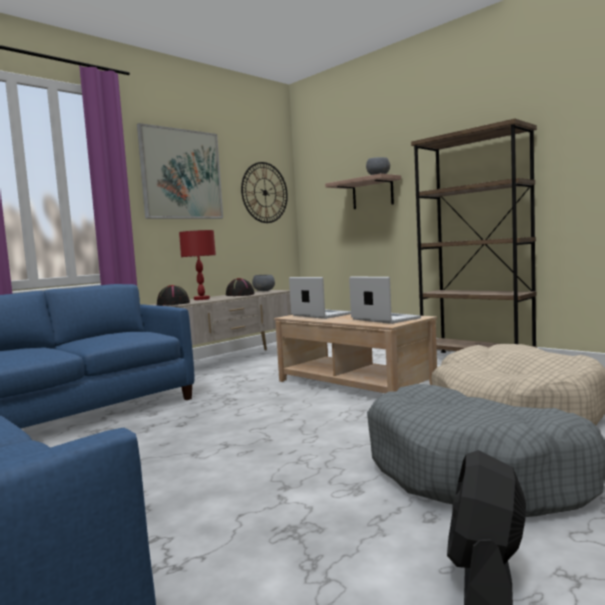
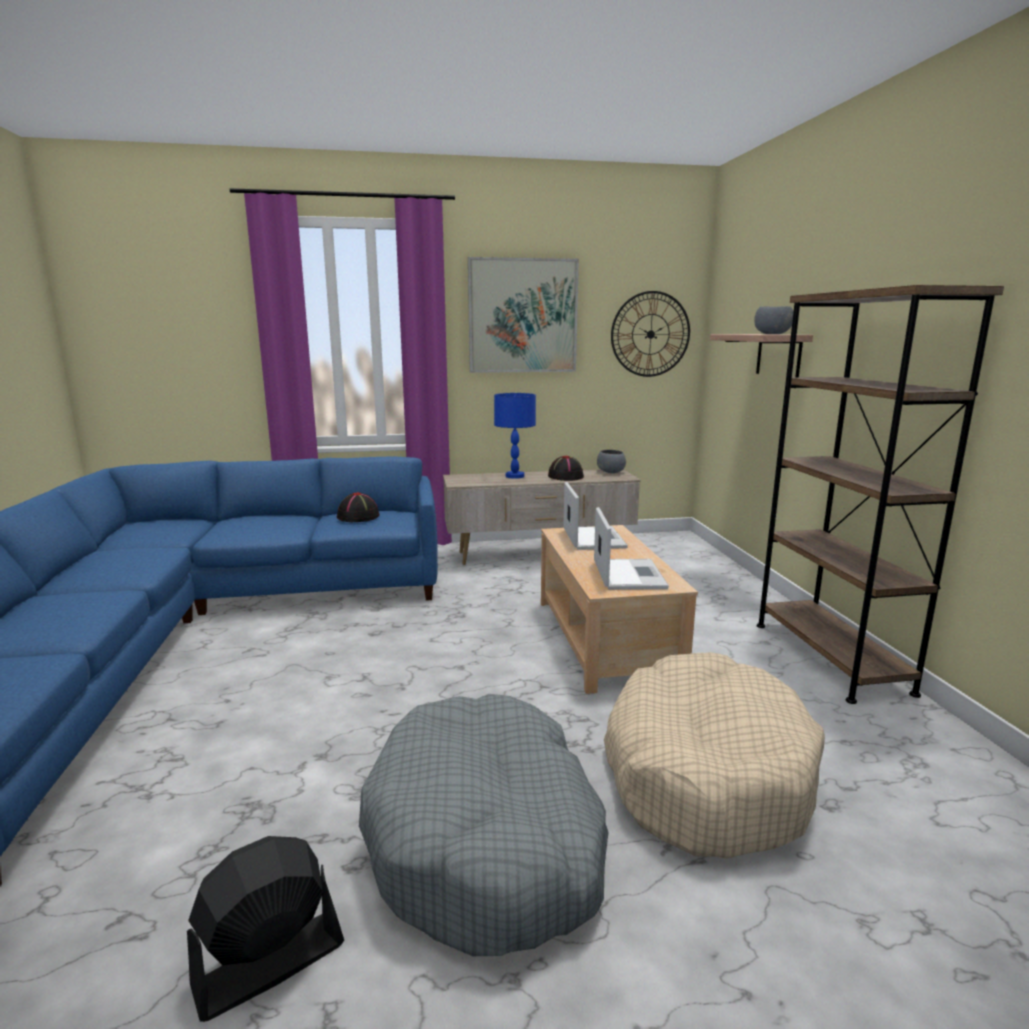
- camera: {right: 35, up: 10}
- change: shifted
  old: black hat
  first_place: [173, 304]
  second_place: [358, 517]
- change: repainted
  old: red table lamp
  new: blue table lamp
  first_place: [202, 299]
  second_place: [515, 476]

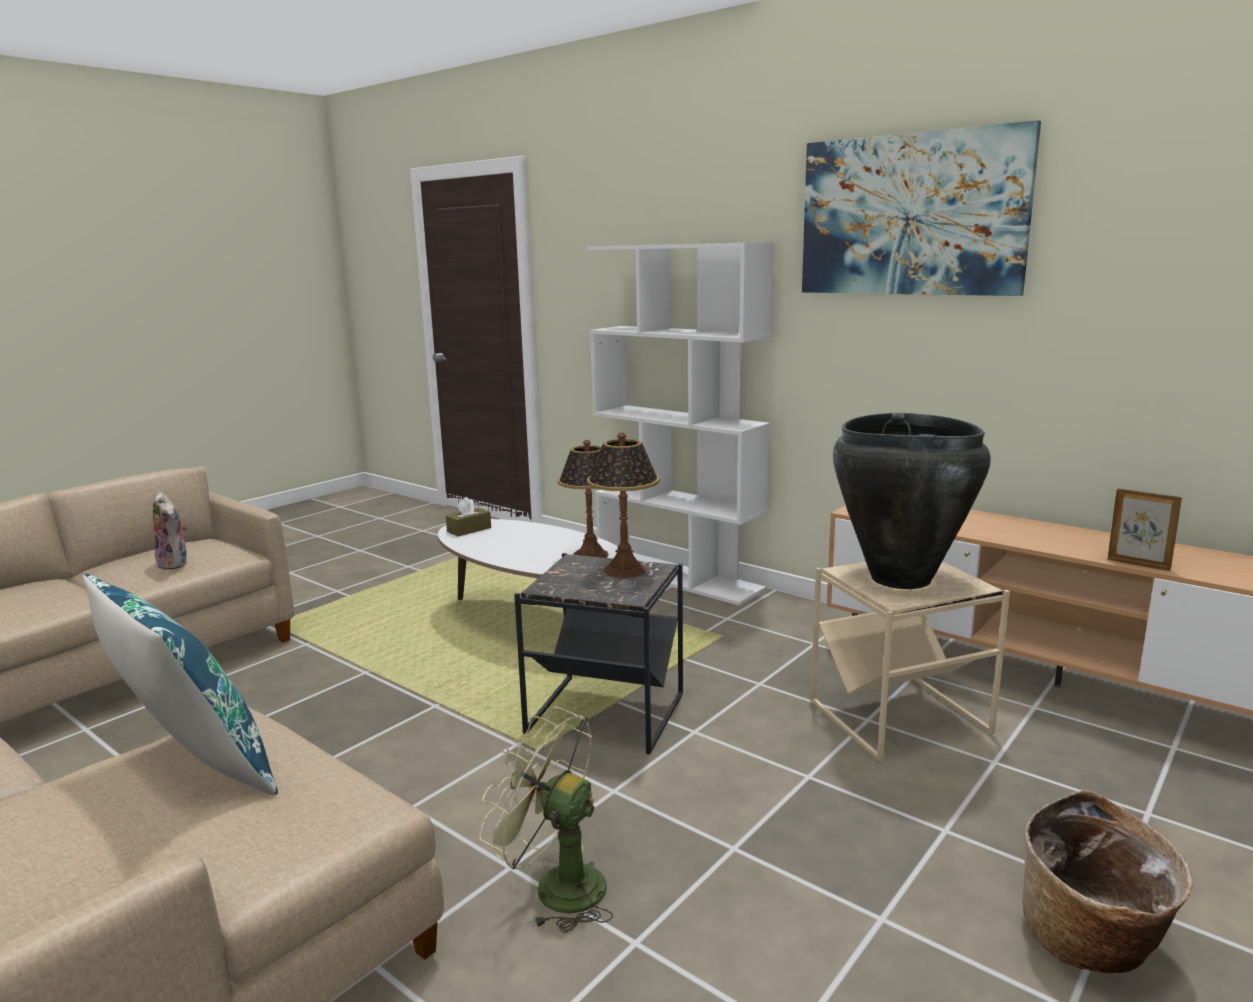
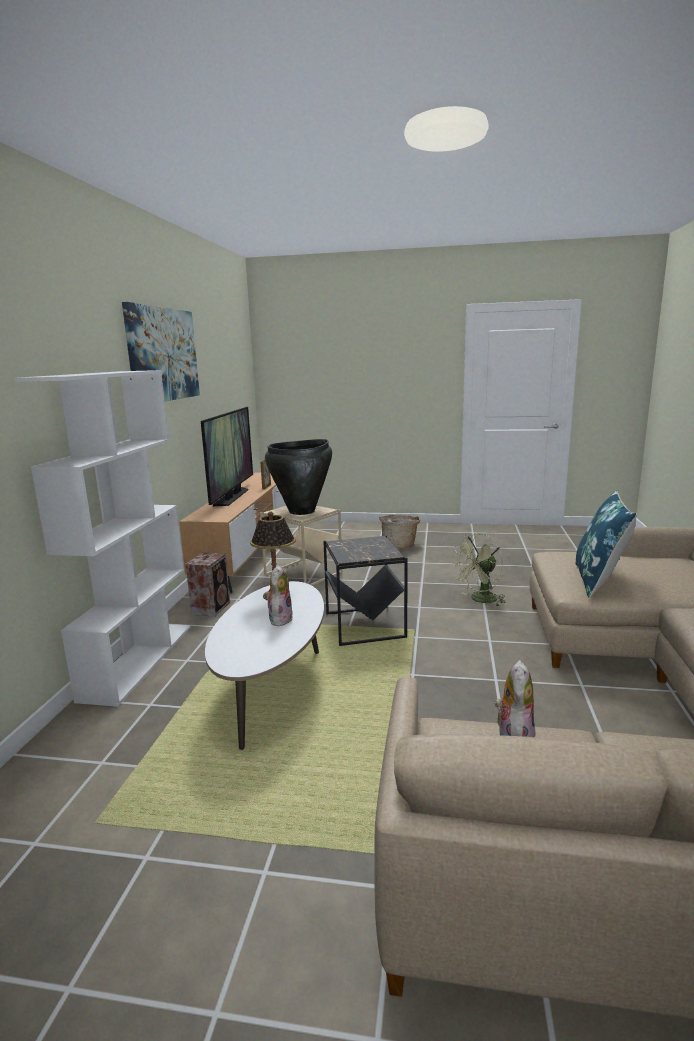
- camera: {right: -120, up: 0}
- change: new
  new: speaker
  second_place: [212, 608]
- change: new
  new: television
  second_place: [232, 497]
- change: new
  new: plush toy
  second_place: [280, 619]
- change: rotated
  old: green fan
  first_place: [555, 886]
  second_place: [480, 600]
  degrees: 60
- change: gone
  old: brown tissue box
  first_place: [469, 530]
- change: gone
  old: table lamp
  first_place: [624, 569]

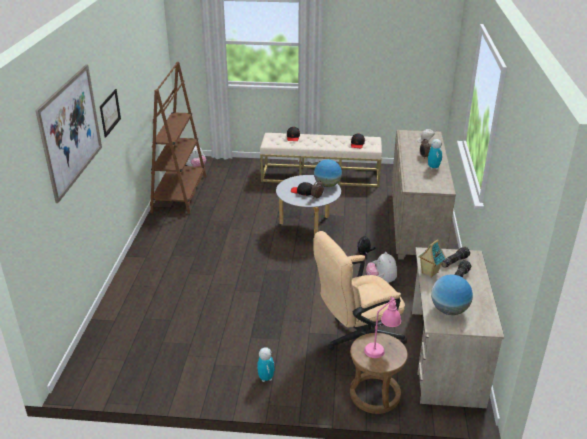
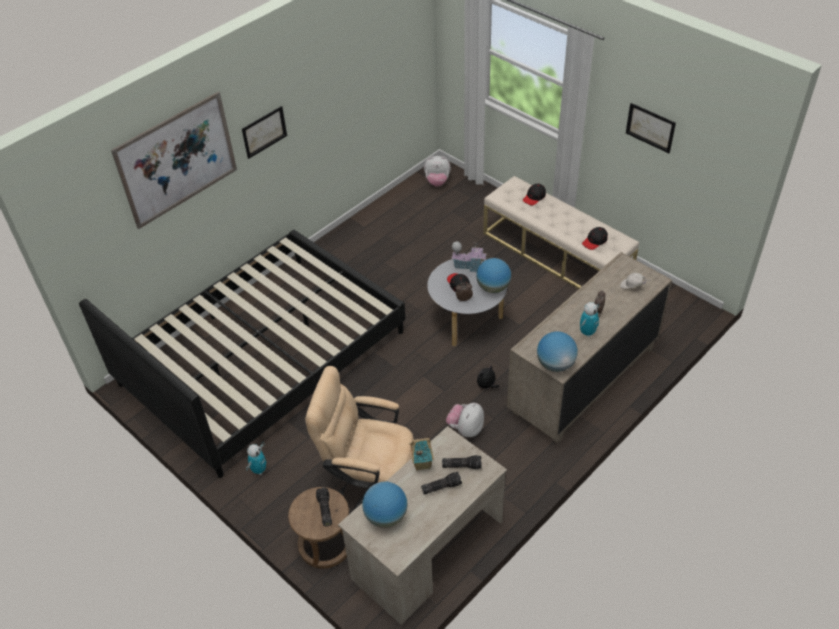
- camera: {right: 40, up: 15}
- change: new
  new: black bed
  second_place: [262, 358]
- change: swapped
  old: pink table lamp
  new: flashlight
  first_place: [381, 347]
  second_place: [324, 510]
- change: new
  new: toy house
  second_place: [469, 266]
- change: new
  new: globe
  second_place: [555, 364]
- change: new
  new: picture
  second_place: [650, 127]
- change: gone
  old: brown bookcase
  first_place: [180, 194]

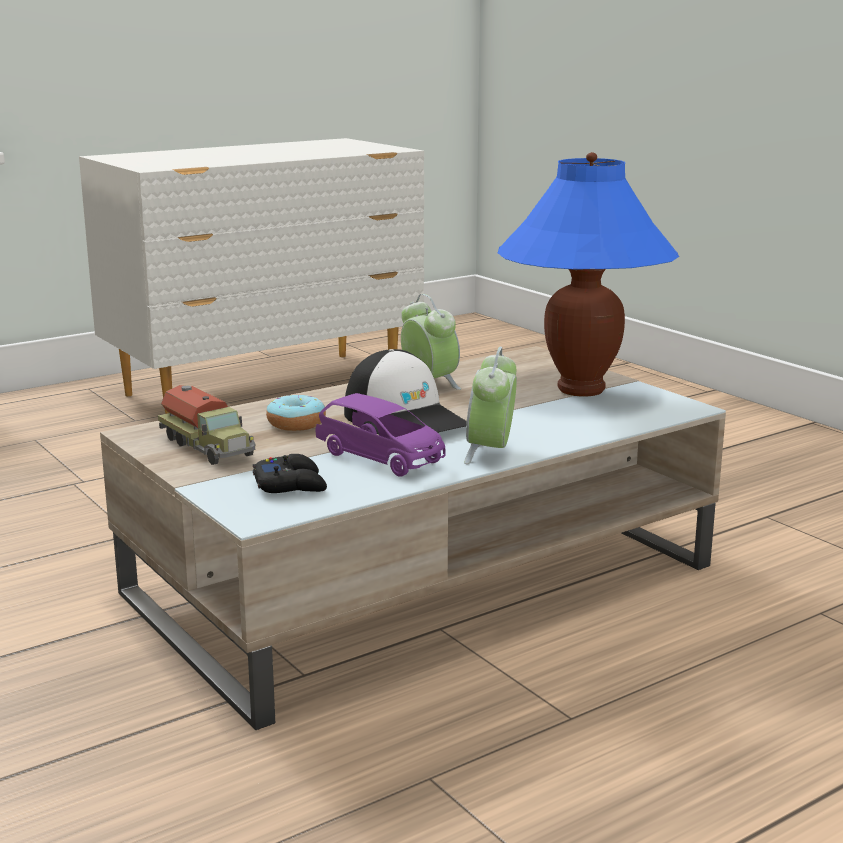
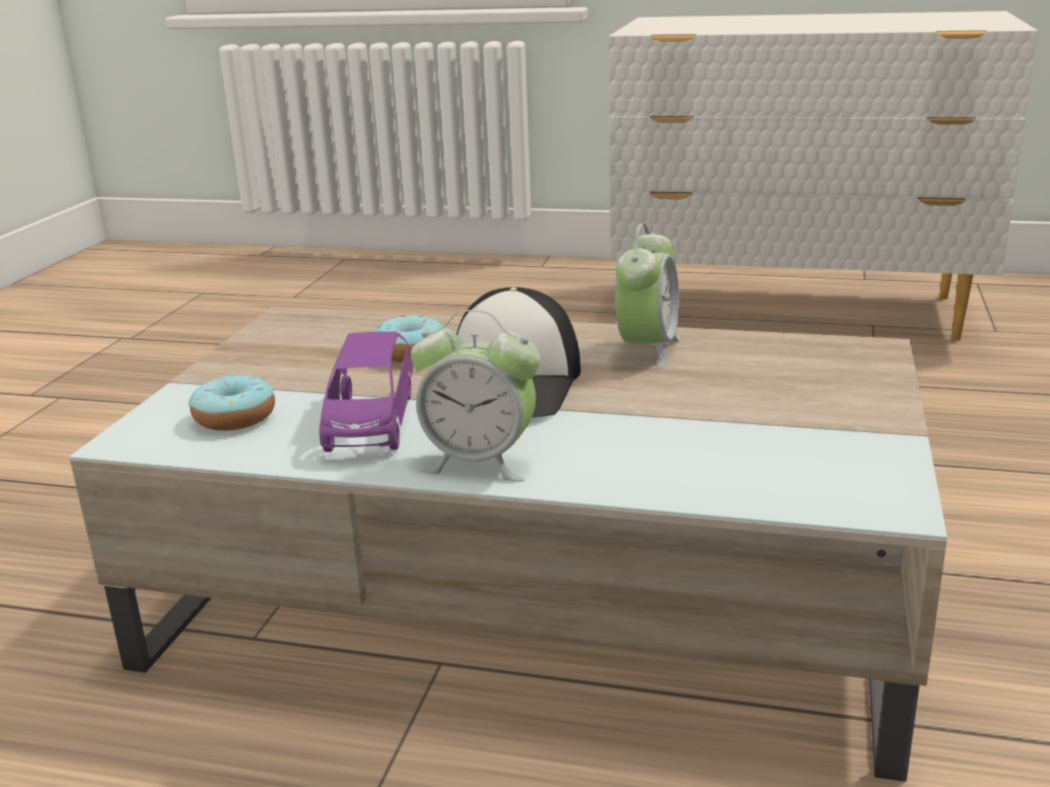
- camera: {right: 50, up: 5}
- change: swapped
  old: black game controller
  new: donut
  first_place: [290, 485]
  second_place: [235, 418]
- change: rotated
  old: alarm clock
  first_place: [490, 452]
  second_place: [480, 462]
  degrees: -135
- change: gone
  old: toy truck
  first_place: [208, 447]
- change: gone
  old: blue table lamp
  first_place: [582, 390]

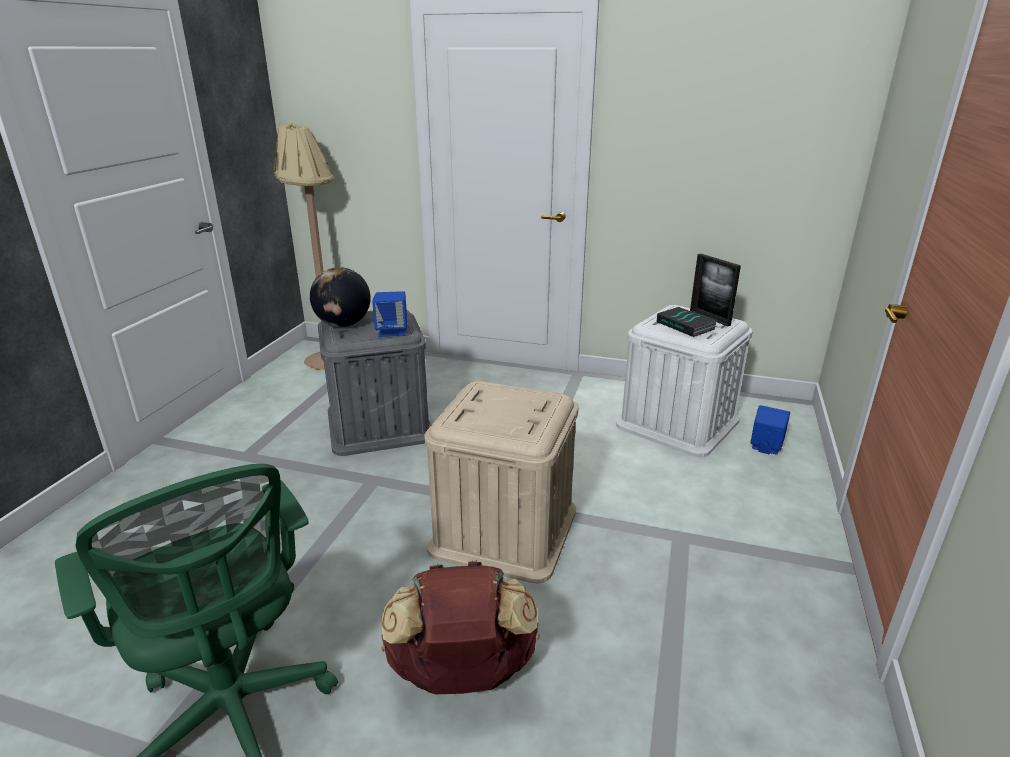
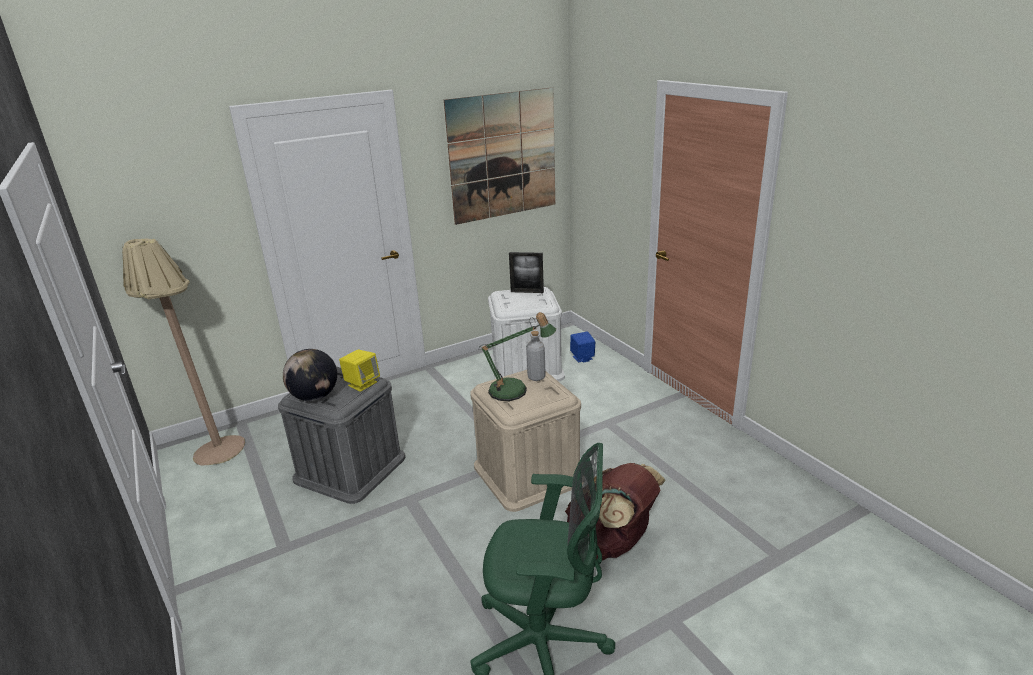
- camera: {right: -45, up: 0}
- change: repainted
  old: blue speaker
  new: yellow speaker
  first_place: [392, 331]
  second_place: [362, 384]
- change: new
  new: picture
  second_place: [503, 155]
- change: new
  new: table lamp
  second_place: [515, 391]
- change: new
  new: grey bottle
  second_place: [536, 377]
- change: gone
  old: book
  first_place: [686, 325]

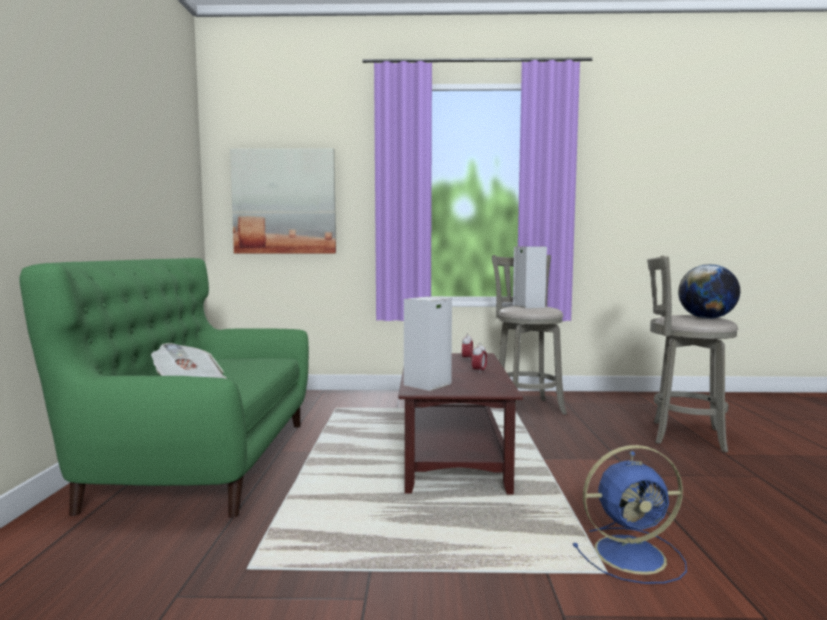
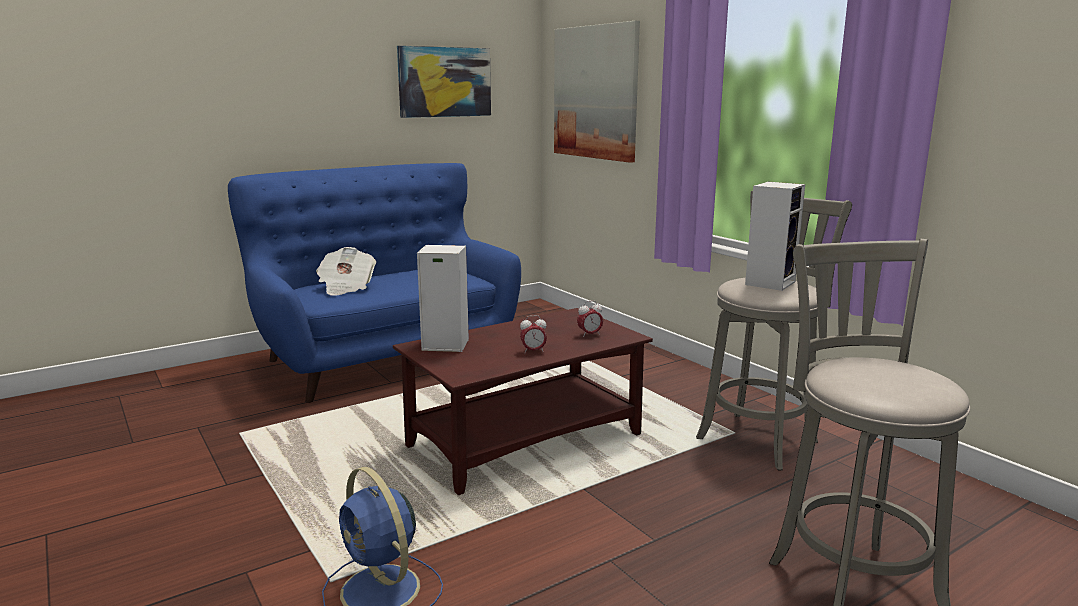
- camera: {right: 55, up: 10}
- change: repainted
  old: green sofa
  new: blue sofa
  first_place: [201, 461]
  second_place: [386, 357]
- change: new
  new: picture
  second_place: [444, 82]
- change: gone
  old: globe
  first_place: [706, 318]

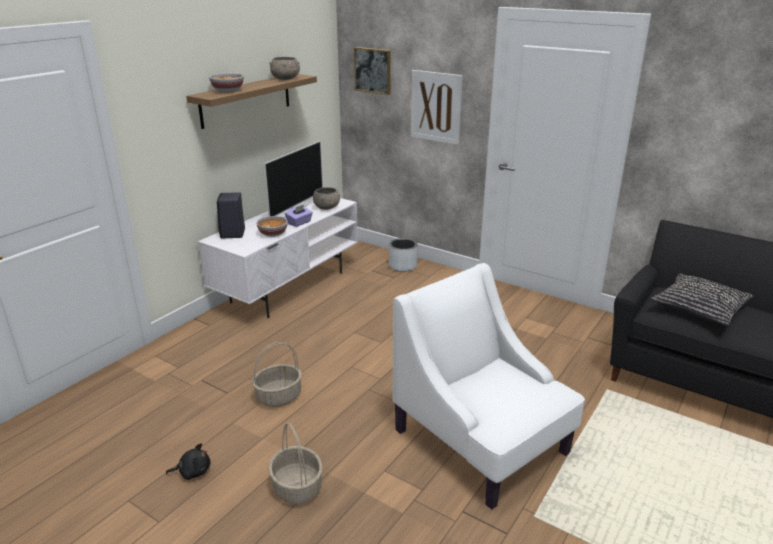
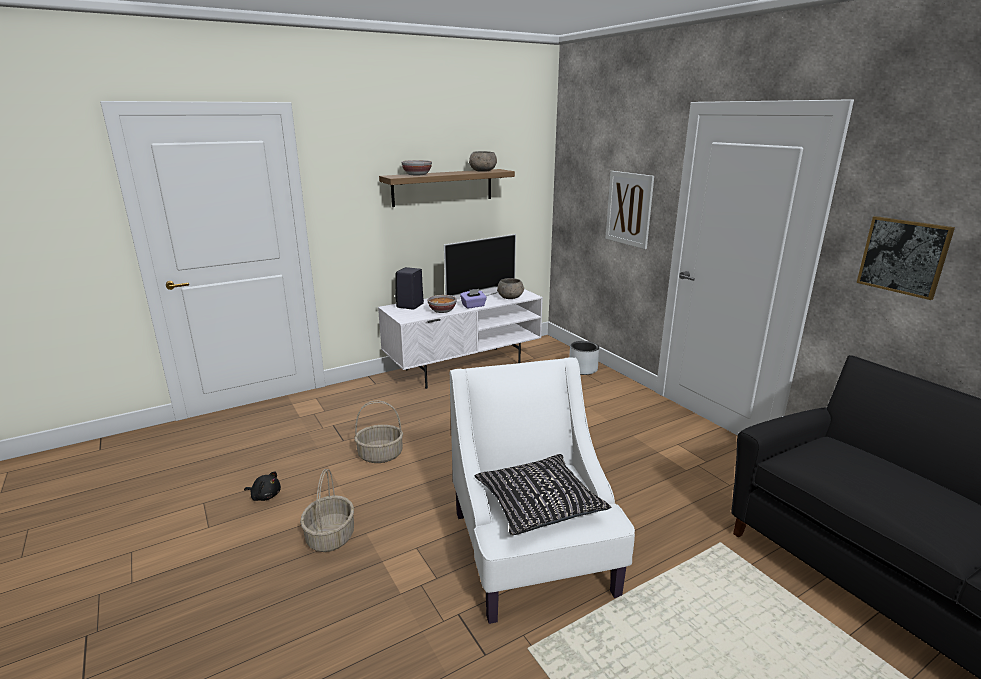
- camera: {right: 25, up: -5}
- change: shifted
  old: black pillow
  first_place: [699, 307]
  second_place: [538, 503]
- change: shifted
  old: picture
  first_place: [373, 70]
  second_place: [903, 256]

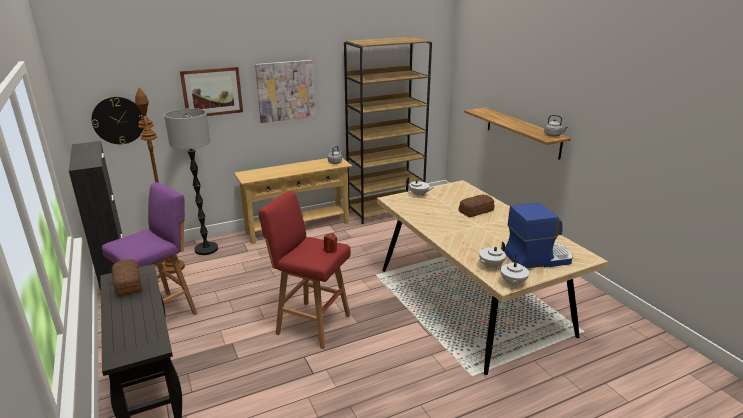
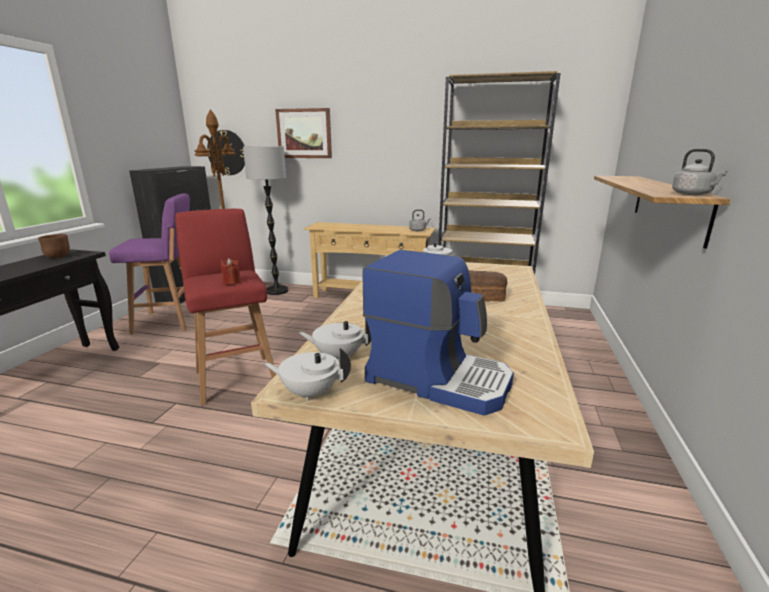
- camera: {right: 40, up: -5}
- change: swapped
  old: bread
  new: brown bowl
  first_place: [129, 283]
  second_place: [58, 257]
- change: rotated
  old: white teapot
  first_place: [512, 283]
  second_place: [310, 393]
  degrees: 45
- change: gone
  old: picture
  first_place: [285, 91]

